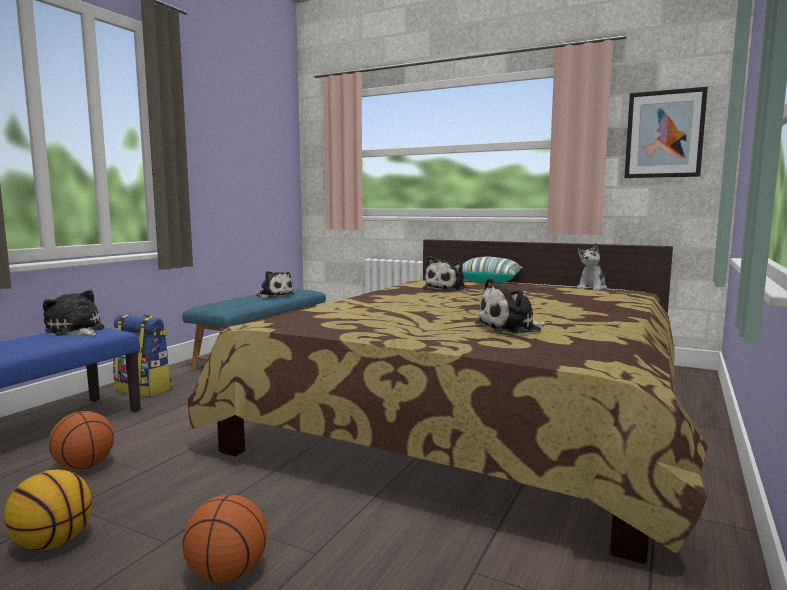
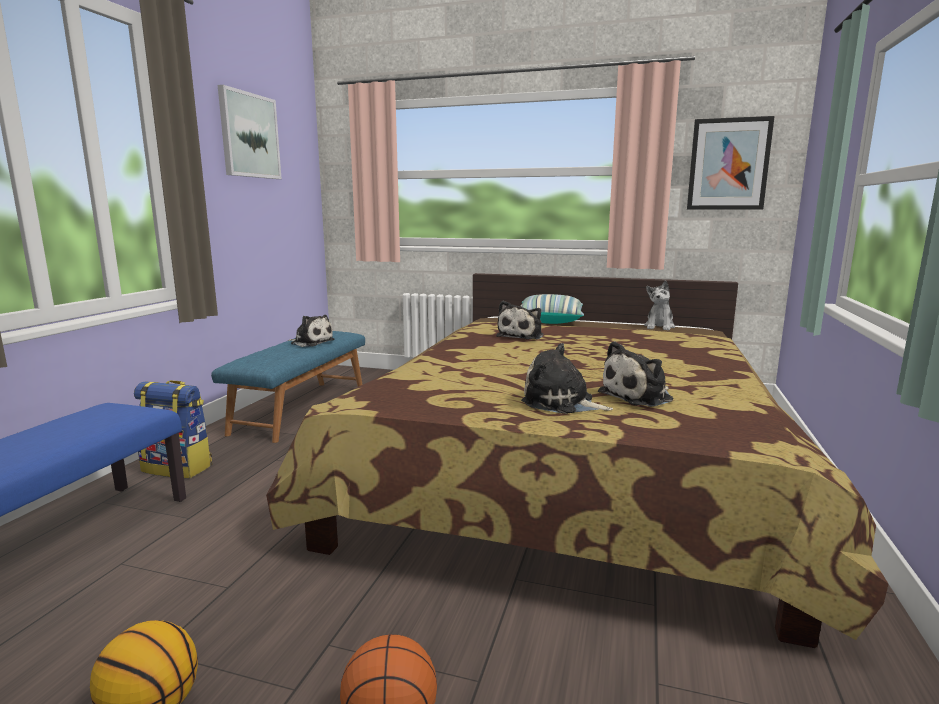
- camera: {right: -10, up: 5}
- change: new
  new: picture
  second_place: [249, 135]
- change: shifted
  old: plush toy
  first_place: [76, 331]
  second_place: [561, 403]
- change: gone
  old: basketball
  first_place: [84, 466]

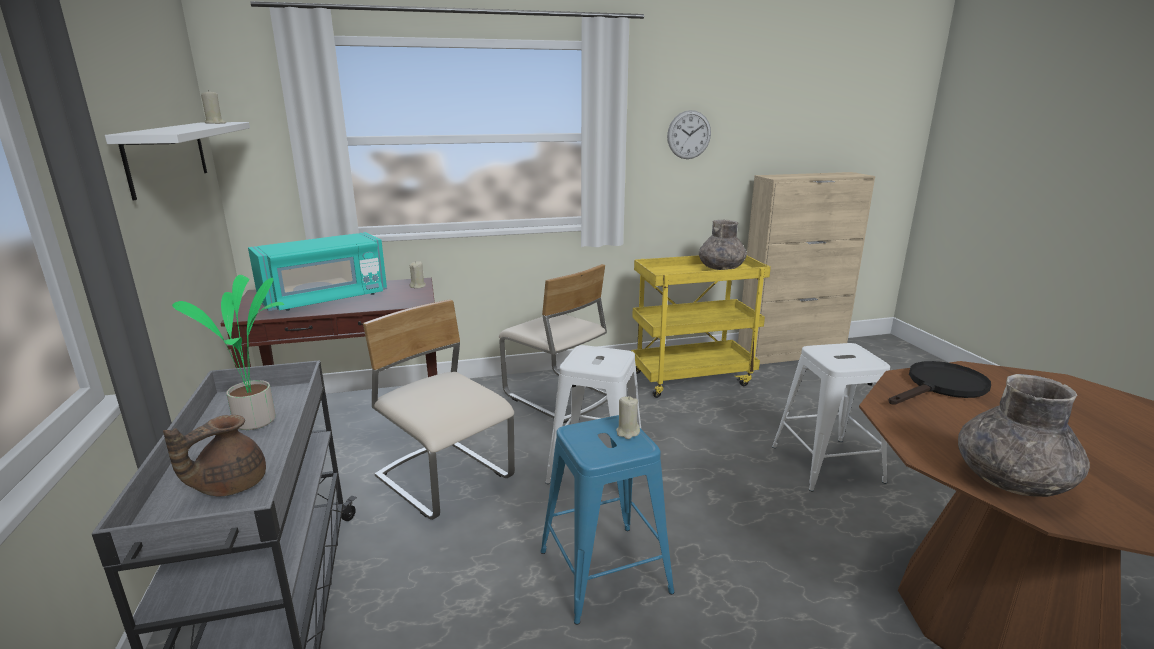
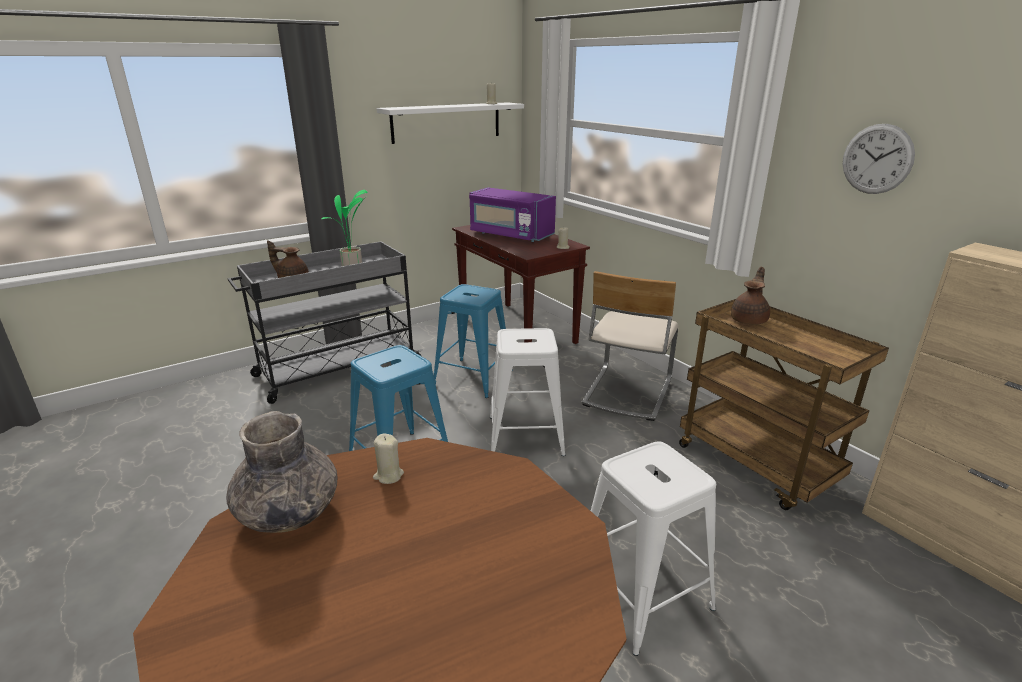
- camera: {right: 70, up: 5}
- change: shifted
  old: beige candle
  first_place: [627, 432]
  second_place: [388, 475]
- change: swapped
  old: beige chair
  new: blue stool
  first_place: [445, 479]
  second_place: [472, 378]
- change: repainted
  old: turquoise microwave
  new: purple microwave
  first_place: [325, 299]
  second_place: [510, 235]
- change: repainted
  old: yellow cart
  new: brown cart
  first_place: [692, 378]
  second_place: [757, 465]
- change: new
  new: brown teapot
  second_place: [749, 320]
- change: gone
  old: grey vase
  first_place: [721, 268]
- change: gone
  old: black frying pan
  first_place: [941, 387]

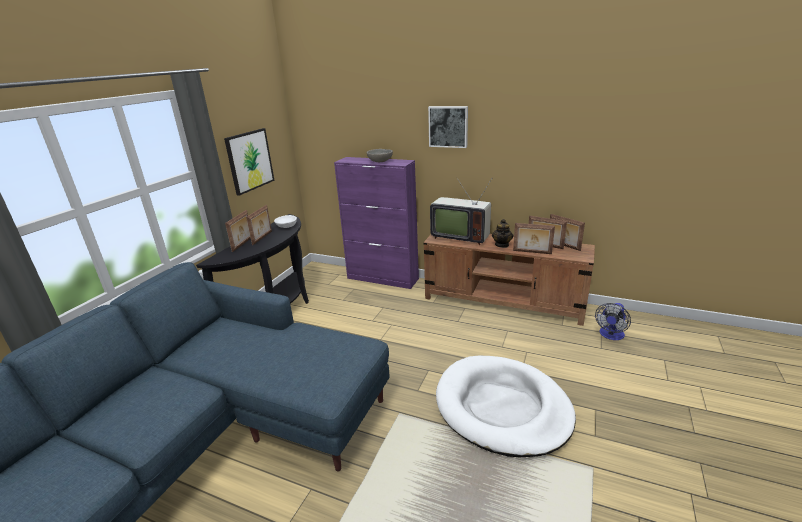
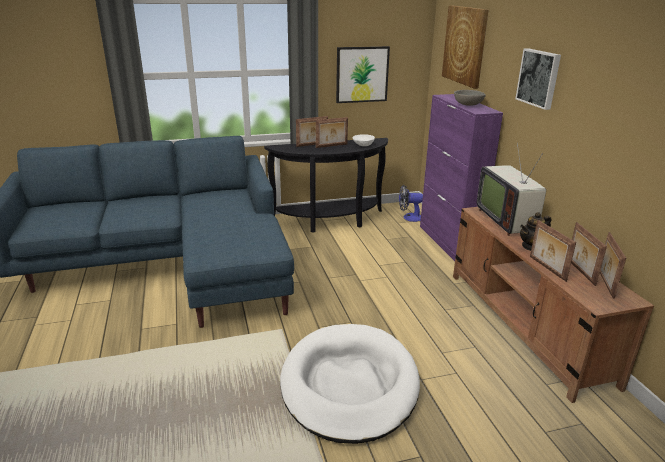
- camera: {right: 50, up: 0}
- change: shifted
  old: fan
  first_place: [610, 335]
  second_place: [409, 217]
- change: new
  new: picture
  second_place: [465, 45]

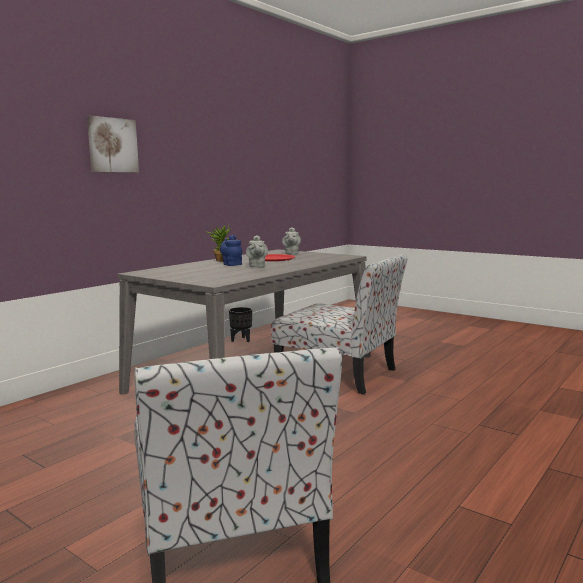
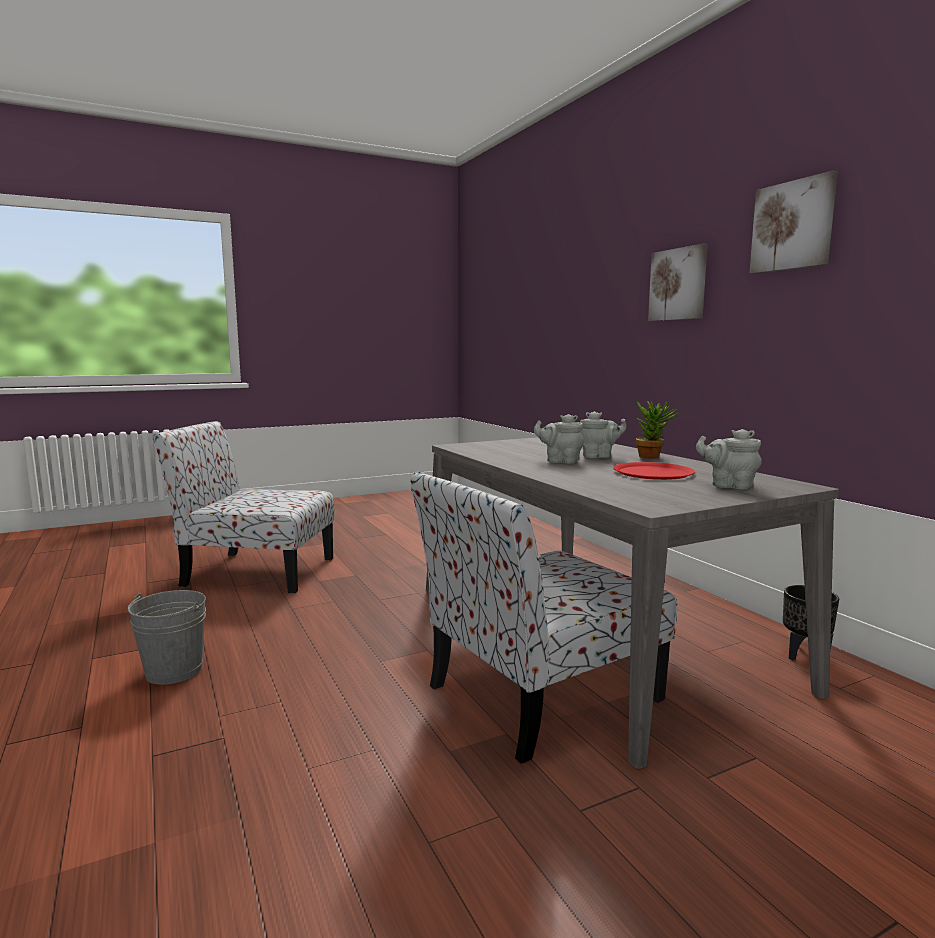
- camera: {right: 115, up: 0}
- change: new
  new: grey bucket
  second_place: [173, 671]
- change: repainted
  old: blue teapot
  new: grey teapot
  first_place: [231, 264]
  second_place: [599, 456]
- change: new
  new: picture
  second_place: [793, 226]

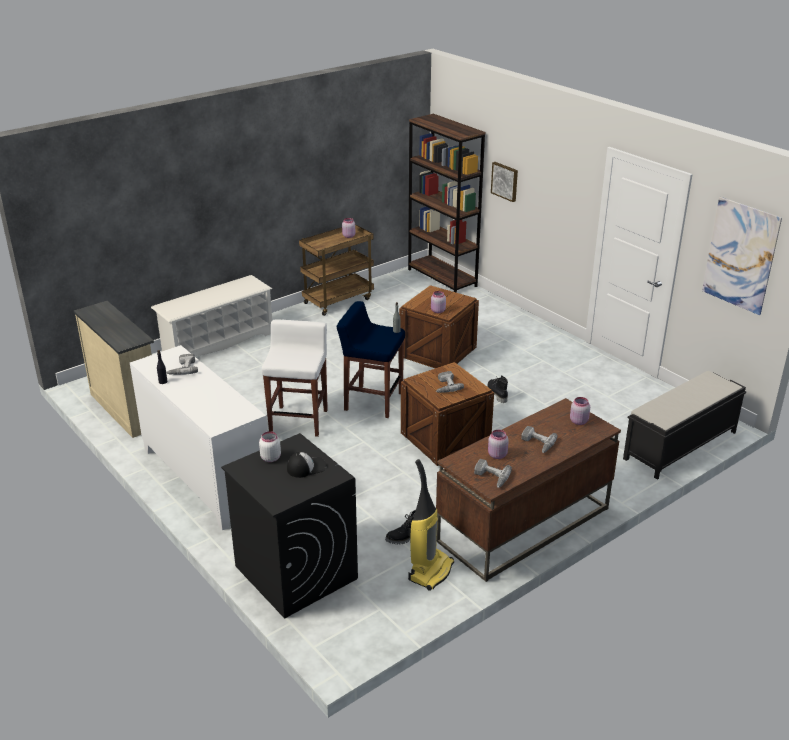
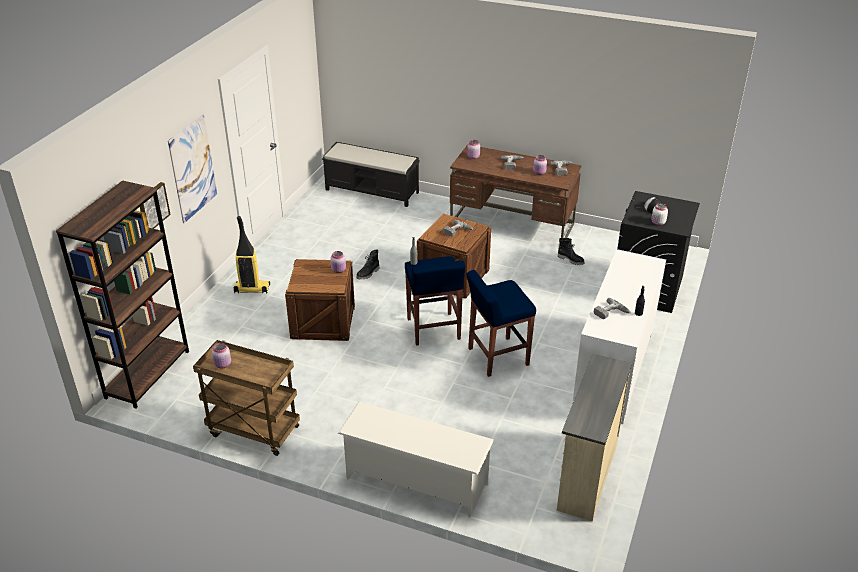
- camera: {right: -120, up: 5}
- change: shifted
  old: picture
  first_place: [740, 256]
  second_place: [193, 168]
- change: shifted
  old: vacuum cleaner
  first_place: [430, 571]
  second_place: [251, 289]
- change: repainted
  old: white stool
  new: blue stool
  first_place: [299, 420]
  second_place: [497, 357]

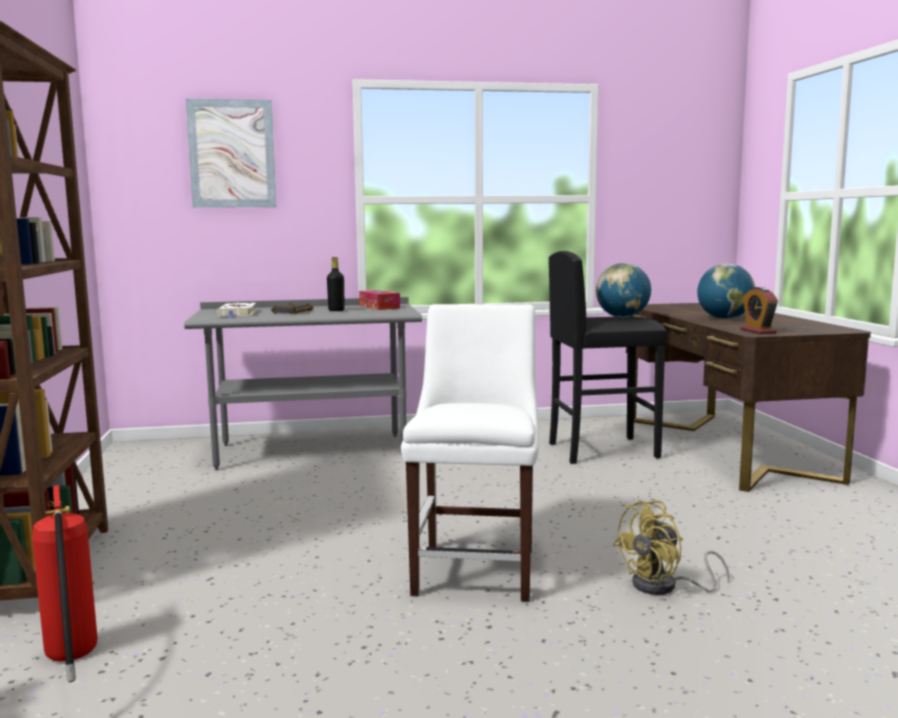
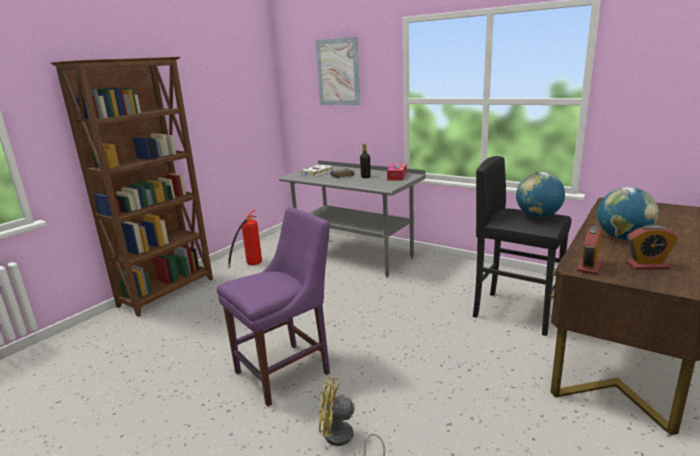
- camera: {right: 45, up: 10}
- change: repainted
  old: white chair
  new: purple chair
  first_place: [477, 568]
  second_place: [287, 371]
- change: shifted
  old: fire extinguisher
  first_place: [71, 665]
  second_place: [249, 266]
- change: new
  new: alarm clock
  second_place: [647, 265]

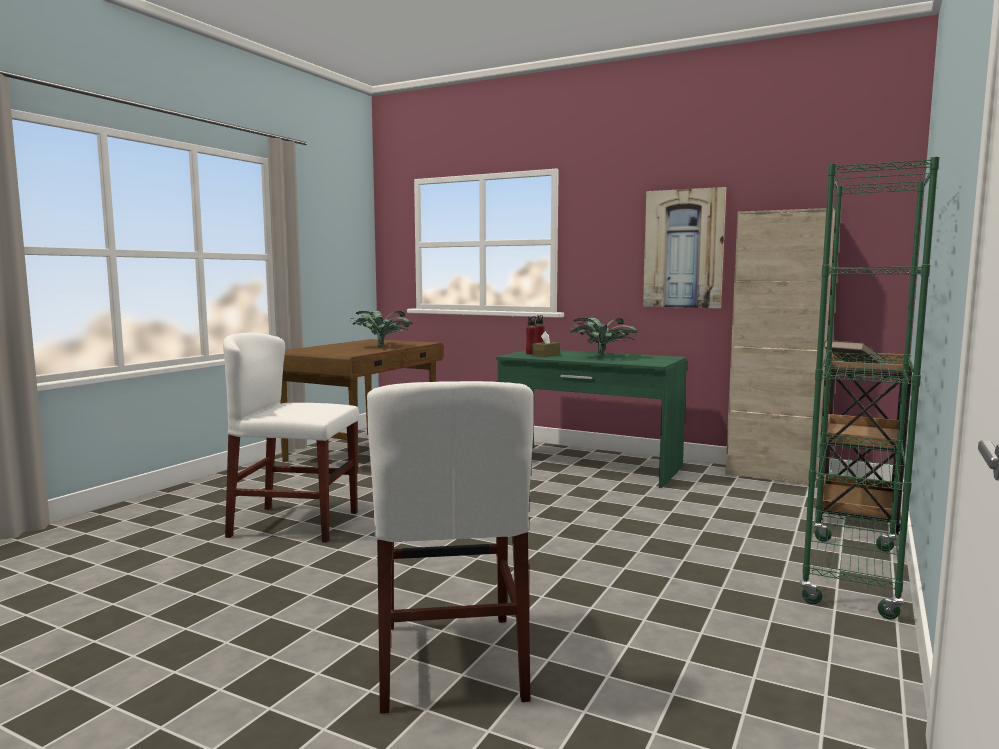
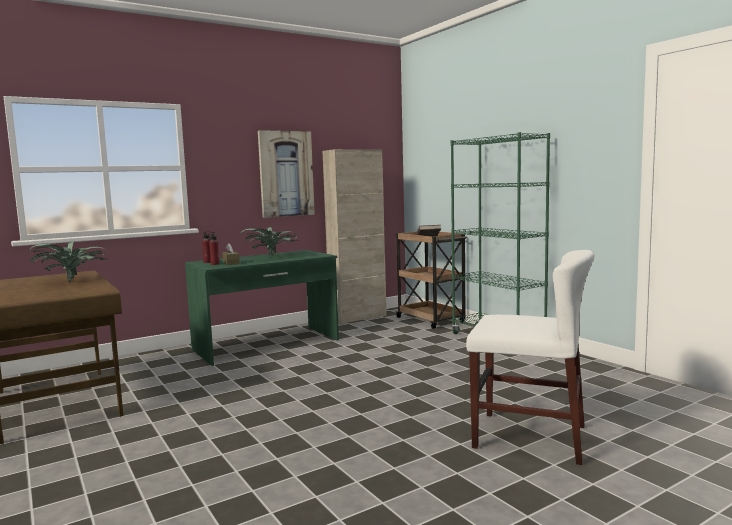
- camera: {right: -60, up: 0}
- change: gone
  old: white chair
  first_place: [295, 524]

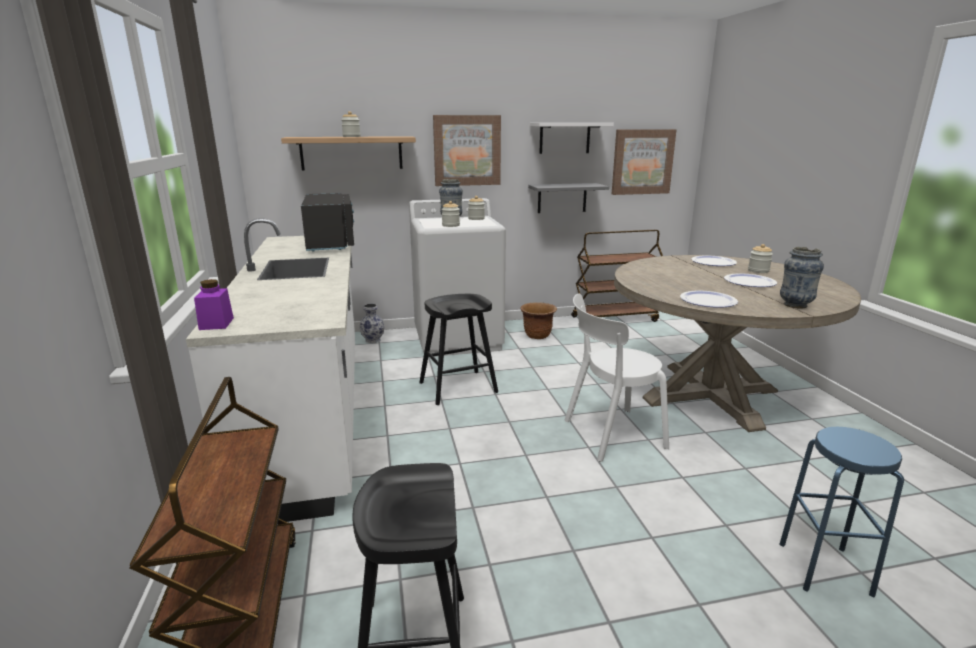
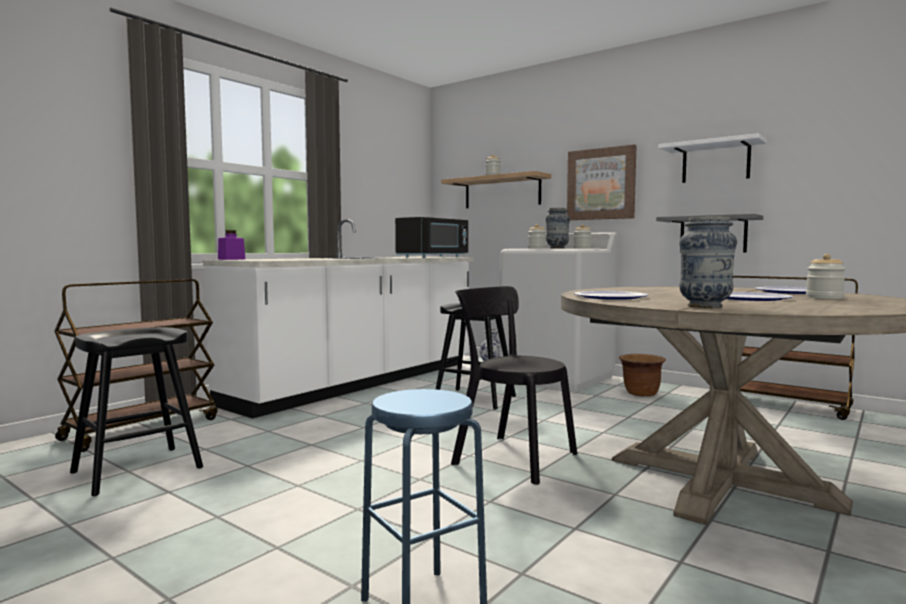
- camera: {right: 50, up: -15}
- change: repainted
  old: white chair
  new: black chair
  first_place: [609, 434]
  second_place: [510, 457]
- change: gone
  old: picture
  first_place: [642, 162]

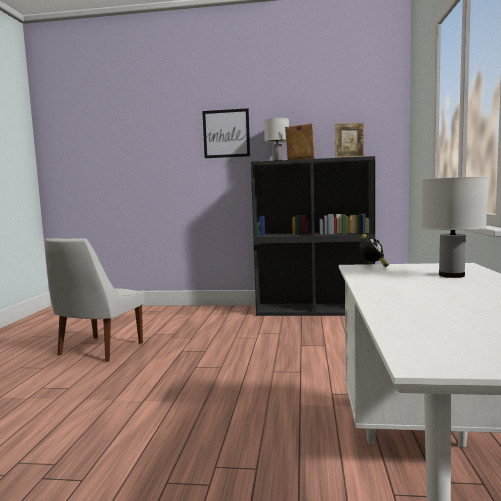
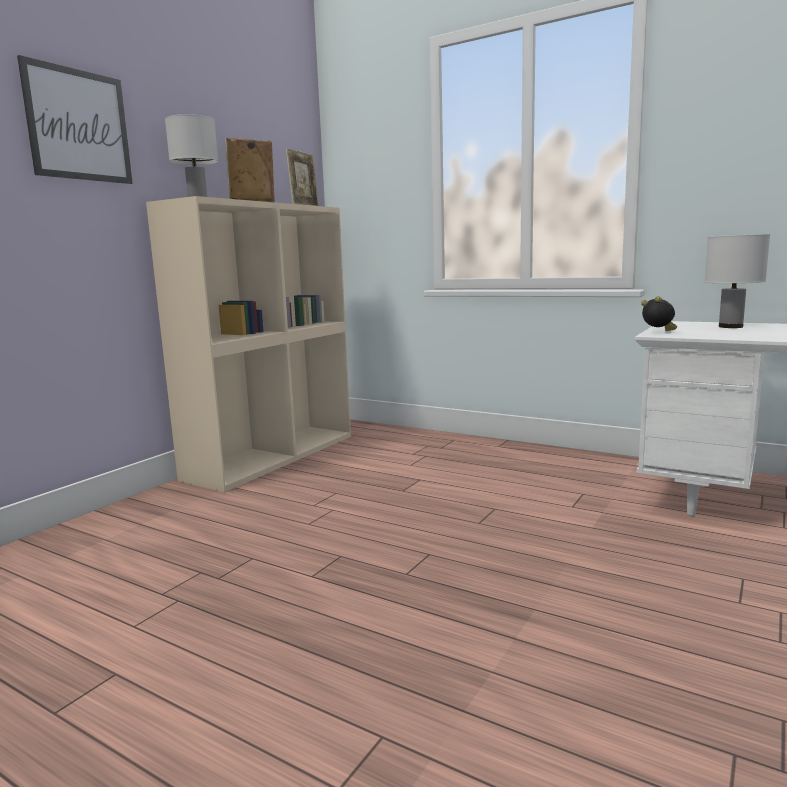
- camera: {right: -65, up: 5}
- change: repainted
  old: black bookcase
  new: beige bookcase
  first_place: [314, 310]
  second_place: [272, 456]
- change: gone
  old: white chair
  first_place: [98, 350]

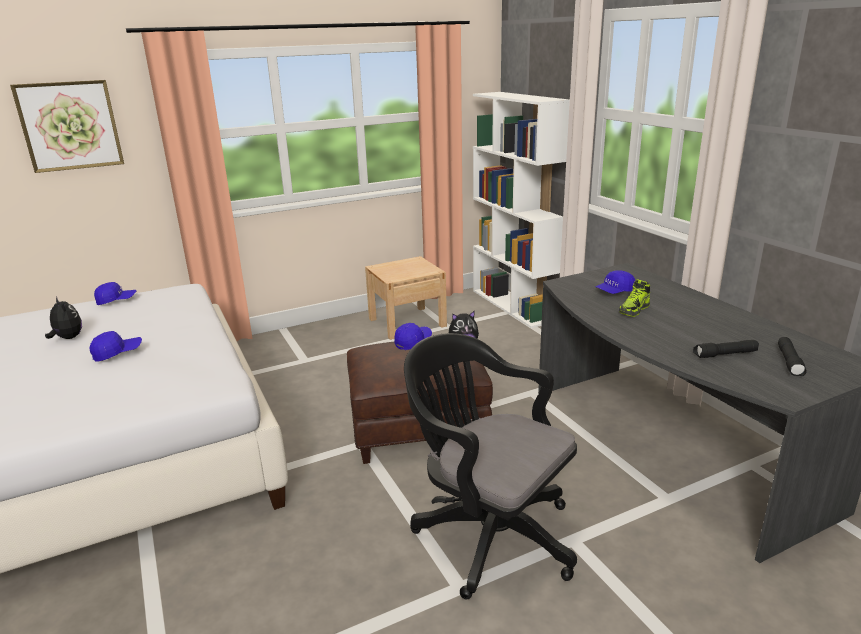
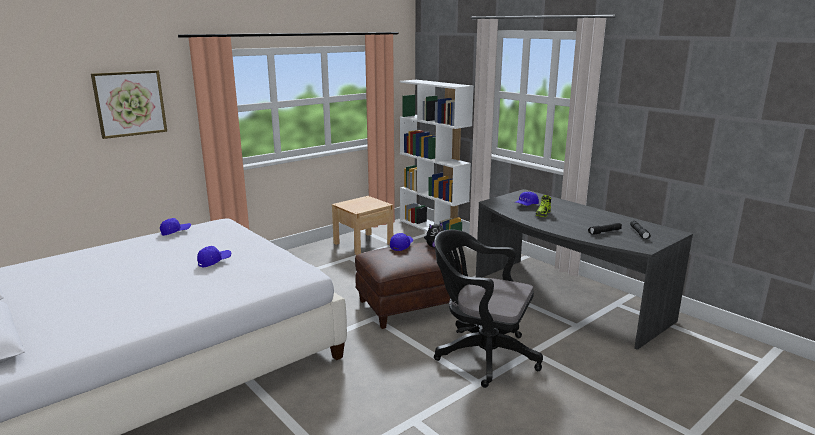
- camera: {right: -15, up: -5}
- change: gone
  old: plush toy
  first_place: [68, 338]

